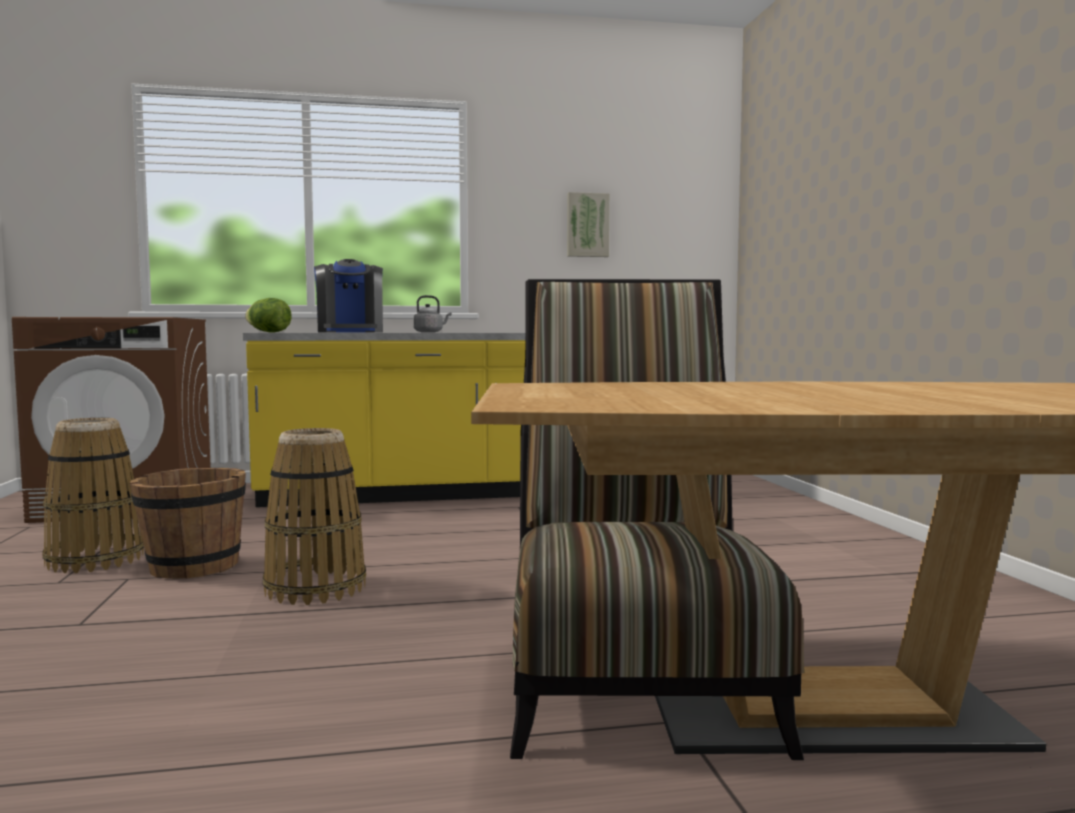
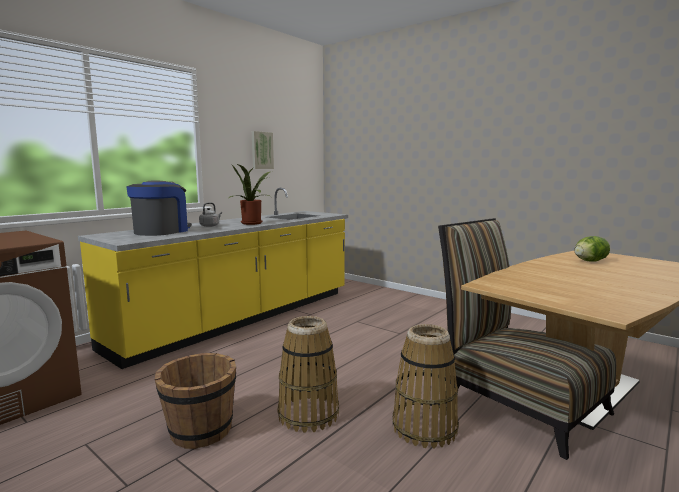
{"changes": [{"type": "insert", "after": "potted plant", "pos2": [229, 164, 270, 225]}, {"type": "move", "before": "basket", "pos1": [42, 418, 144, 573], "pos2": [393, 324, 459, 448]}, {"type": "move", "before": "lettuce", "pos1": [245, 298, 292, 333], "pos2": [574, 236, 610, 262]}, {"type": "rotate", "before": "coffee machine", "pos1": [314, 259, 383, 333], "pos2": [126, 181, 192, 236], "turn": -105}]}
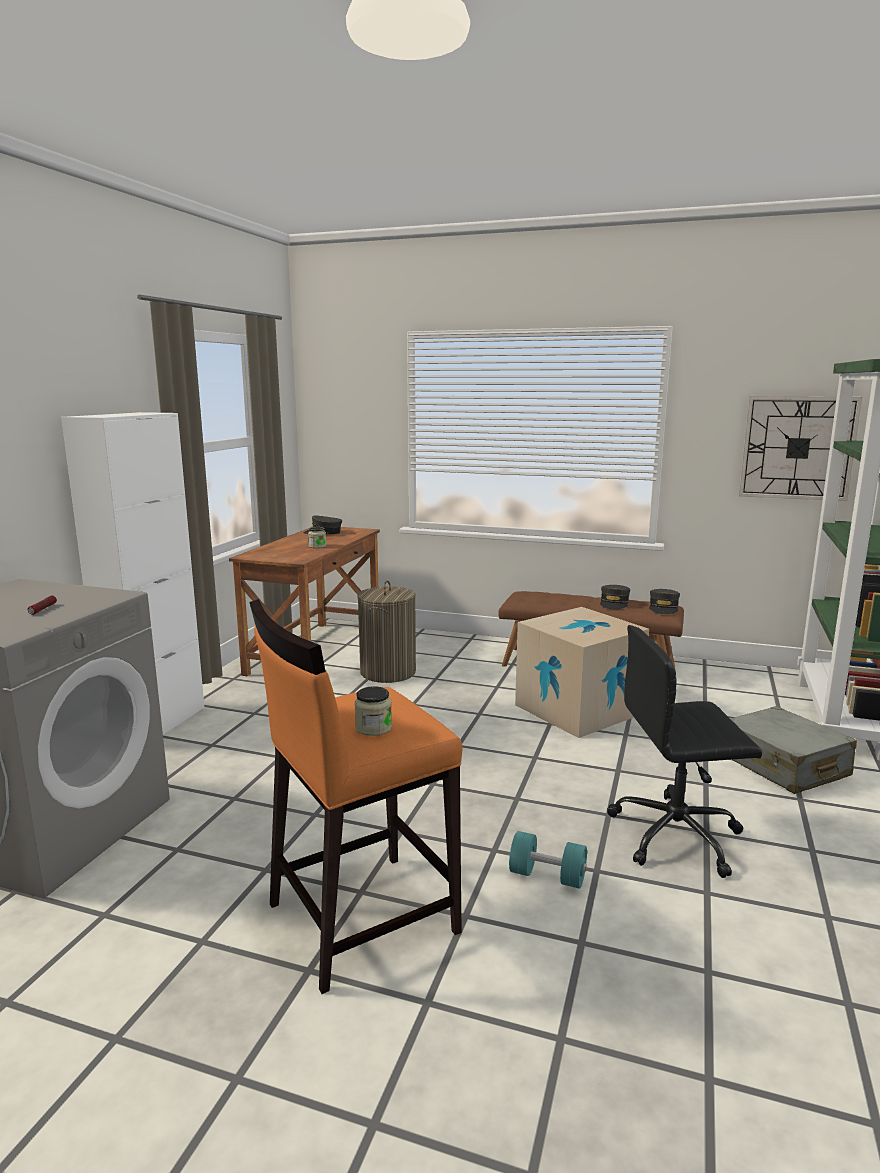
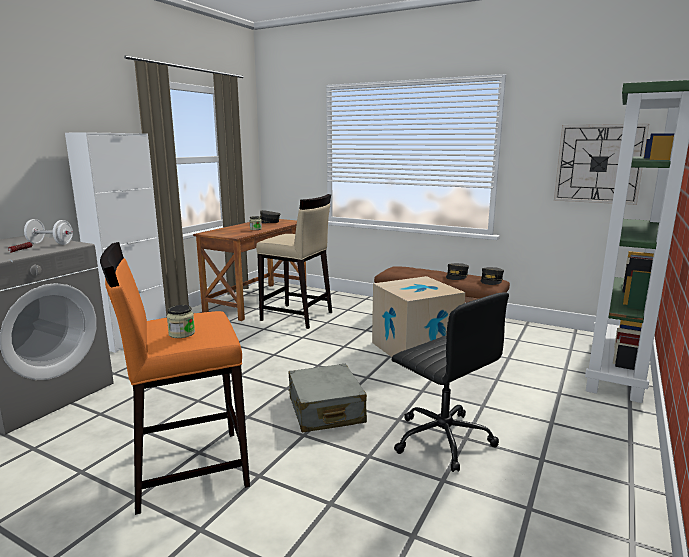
{"changes": [{"type": "delete", "before": "turquoise dumbbell", "pos1": [509, 831, 587, 889]}, {"type": "insert", "after": "white dumbbell", "pos2": [24, 219, 73, 245]}, {"type": "move", "before": "grey suitcase", "pos1": [731, 706, 857, 794], "pos2": [288, 364, 367, 433]}, {"type": "replace", "before": "laundry basket", "after": "beige stool", "pos1": [357, 580, 416, 683], "pos2": [256, 194, 332, 329]}, {"type": "rotate", "before": "black office chair", "pos1": [607, 625, 762, 878], "pos2": [392, 292, 509, 472], "turn": -135}]}
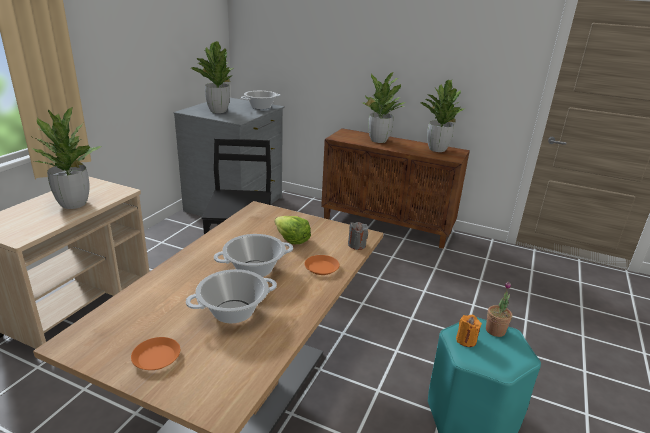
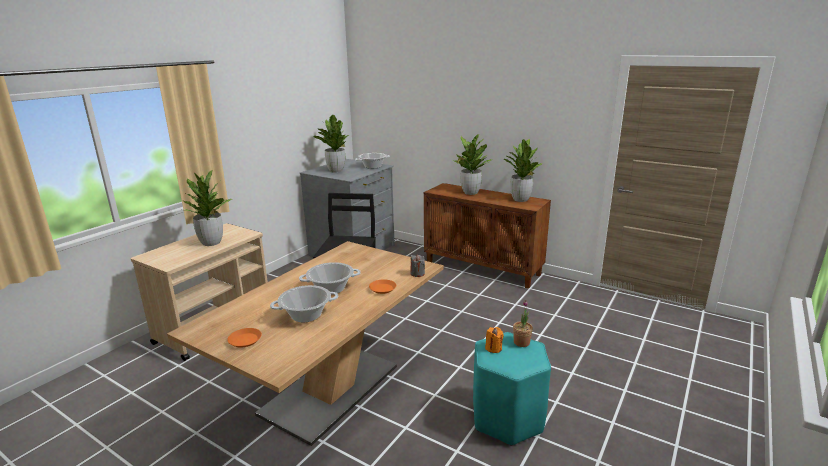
{"changes": [{"type": "delete", "before": "lettuce", "pos1": [275, 216, 311, 244]}]}
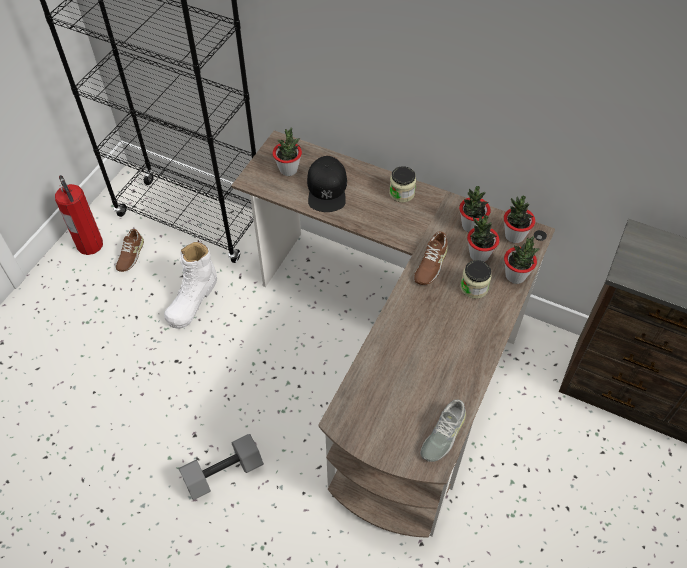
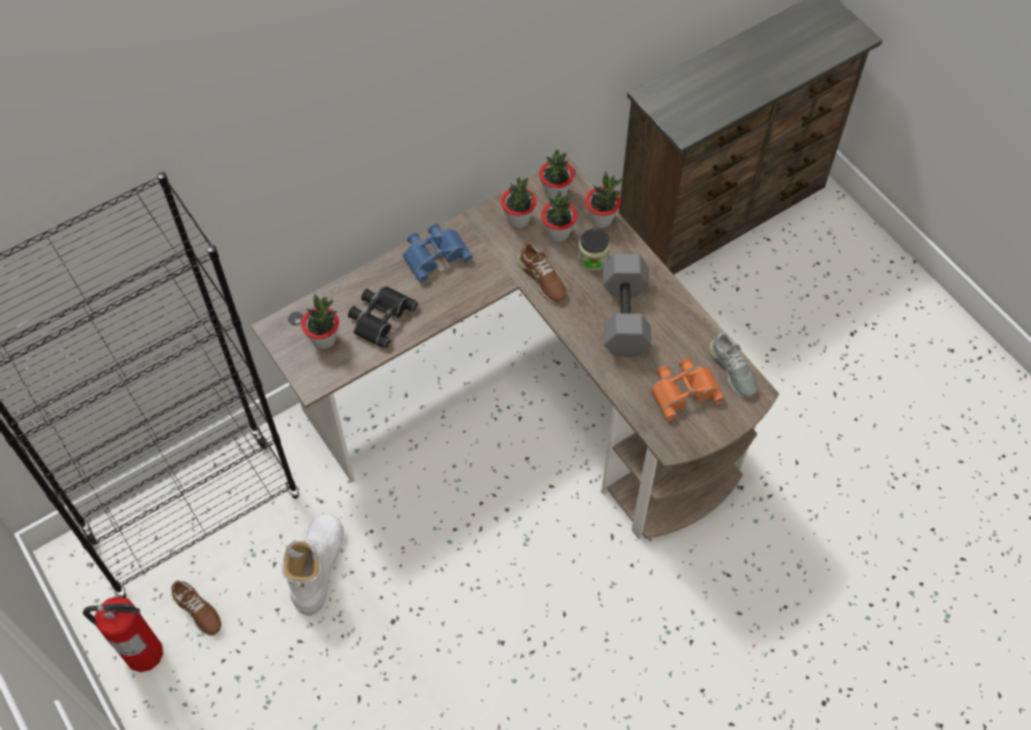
{"changes": [{"type": "insert", "after": "orange binoculars", "pos2": [650, 358, 725, 421]}, {"type": "move", "before": "grey dumbbell", "pos1": [179, 434, 264, 500], "pos2": [603, 254, 651, 357]}, {"type": "replace", "before": "black cap", "after": "black binoculars", "pos1": [307, 156, 347, 212], "pos2": [348, 286, 418, 349]}, {"type": "replace", "before": "jar", "after": "blue binoculars", "pos1": [389, 166, 416, 202], "pos2": [403, 224, 473, 283]}, {"type": "rotate", "before": "white boot", "pos1": [164, 240, 217, 329], "pos2": [281, 514, 344, 616], "turn": -135}]}
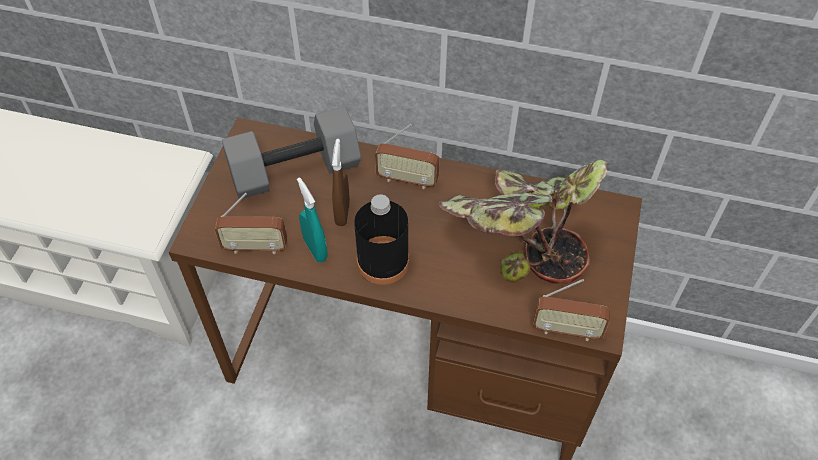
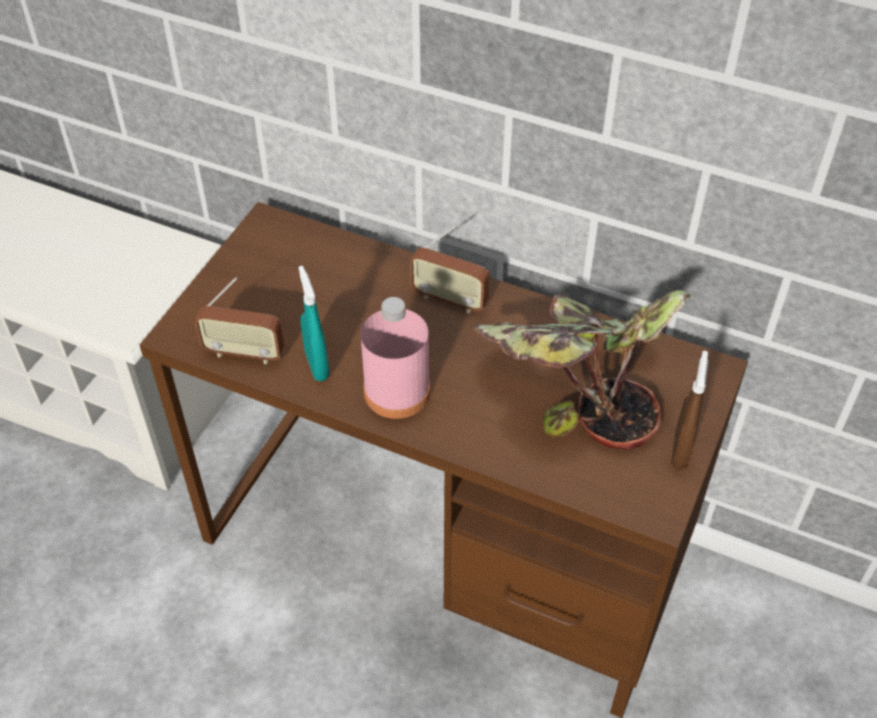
{"changes": [{"type": "delete", "before": "grey dumbbell", "pos1": [222, 106, 361, 198]}, {"type": "delete", "before": "radio", "pos1": [533, 279, 610, 341]}, {"type": "move", "before": "brown spray bottle", "pos1": [332, 139, 350, 226], "pos2": [671, 351, 708, 469]}, {"type": "recolor", "before": "black bottle", "after": "pink bottle", "pos1": [354, 194, 409, 285], "pos2": [361, 297, 430, 419]}]}
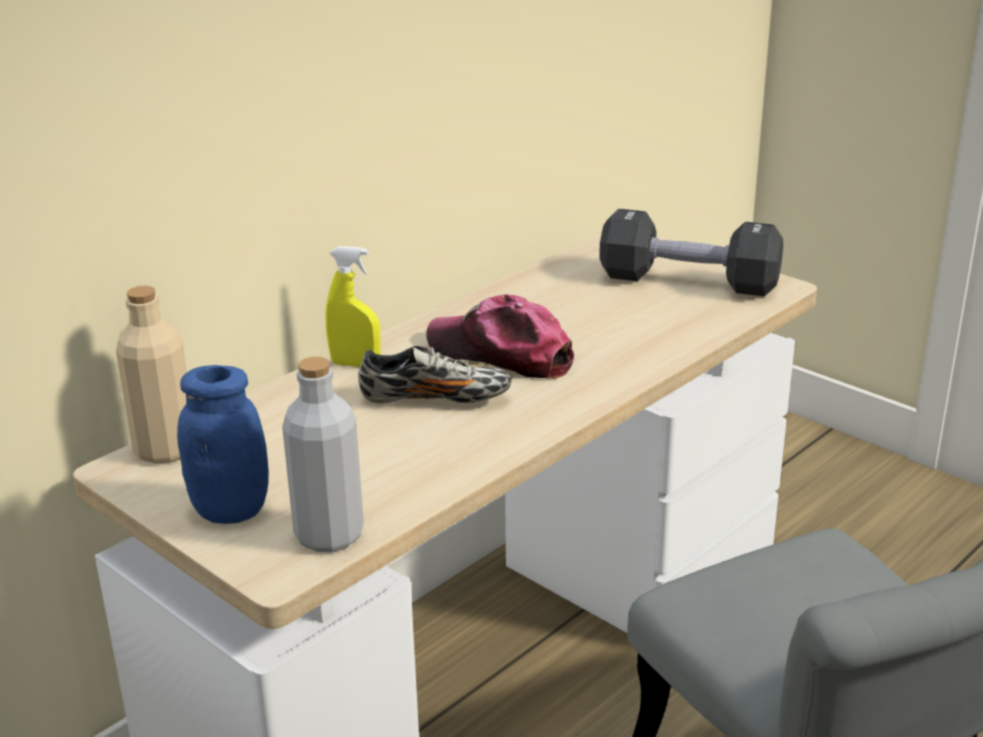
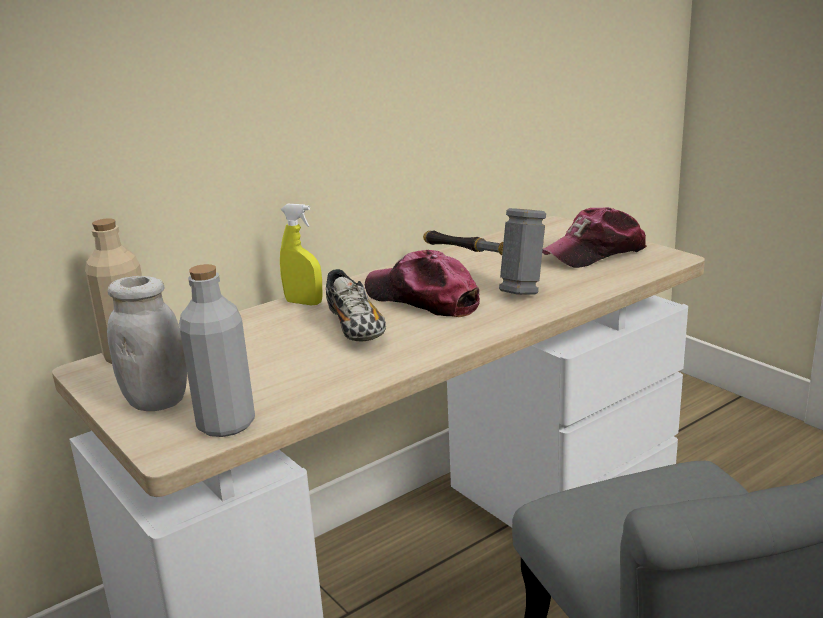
{"changes": [{"type": "insert", "after": "hammer", "pos2": [423, 208, 546, 295]}, {"type": "replace", "before": "black dumbbell", "after": "cap", "pos1": [599, 209, 783, 296], "pos2": [542, 207, 647, 268]}, {"type": "recolor", "before": "blue jar", "after": "white jar", "pos1": [177, 365, 269, 524], "pos2": [107, 276, 187, 411]}, {"type": "rotate", "before": "shoe", "pos1": [358, 346, 511, 403], "pos2": [326, 269, 386, 341], "turn": 60}]}
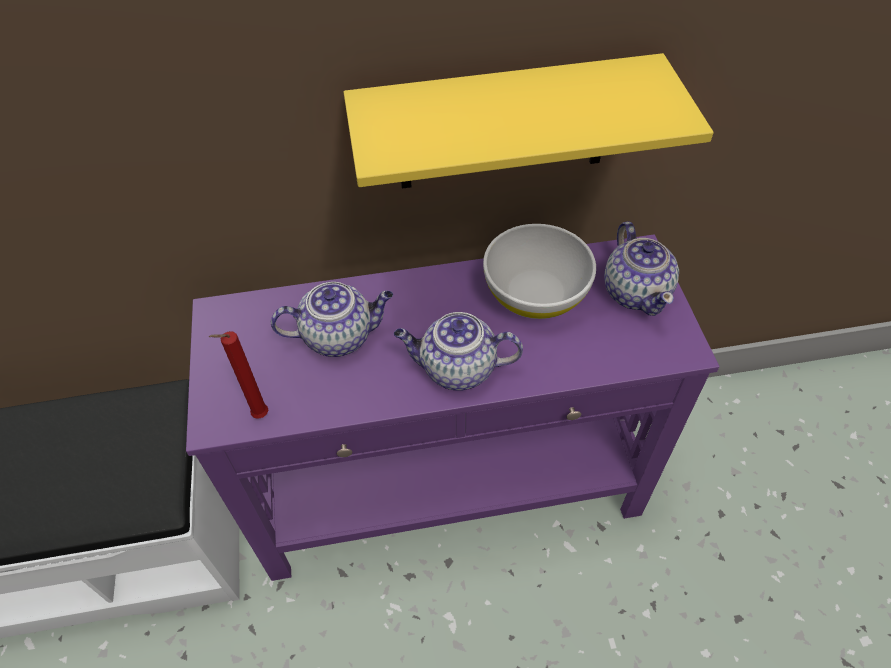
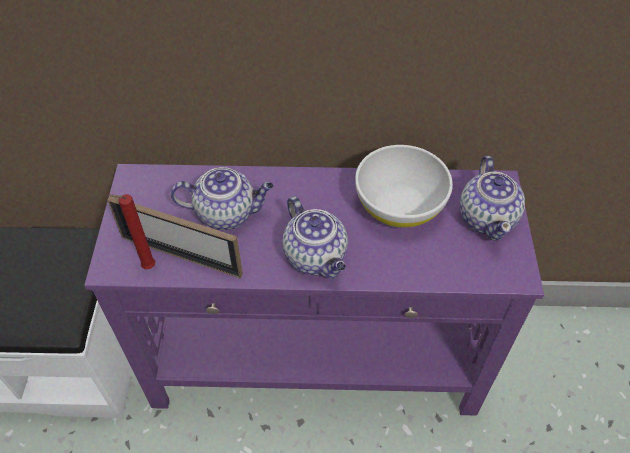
{"changes": [{"type": "delete", "before": "yellow shelf", "pos1": [344, 53, 713, 189]}, {"type": "insert", "after": "picture frame", "pos2": [107, 196, 243, 278]}, {"type": "rotate", "before": "teapot", "pos1": [394, 312, 523, 390], "pos2": [282, 196, 348, 279], "turn": -135}]}
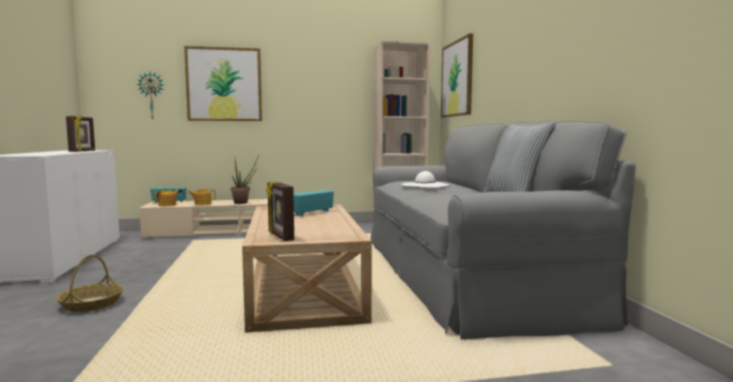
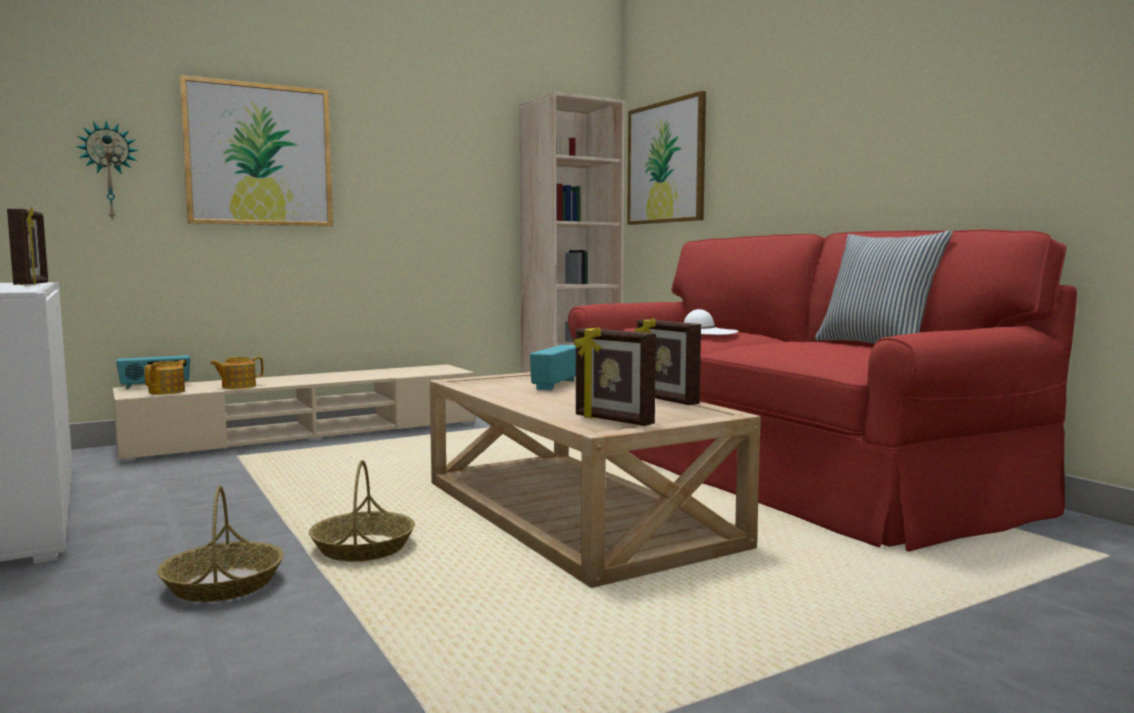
{"changes": [{"type": "delete", "before": "potted plant", "pos1": [231, 155, 259, 204]}, {"type": "insert", "after": "basket", "pos2": [309, 460, 415, 561]}, {"type": "insert", "after": "picture frame", "pos2": [635, 318, 701, 405]}, {"type": "recolor", "before": "grey sofa", "after": "red sofa", "pos1": [370, 120, 636, 340], "pos2": [568, 229, 1077, 552]}]}
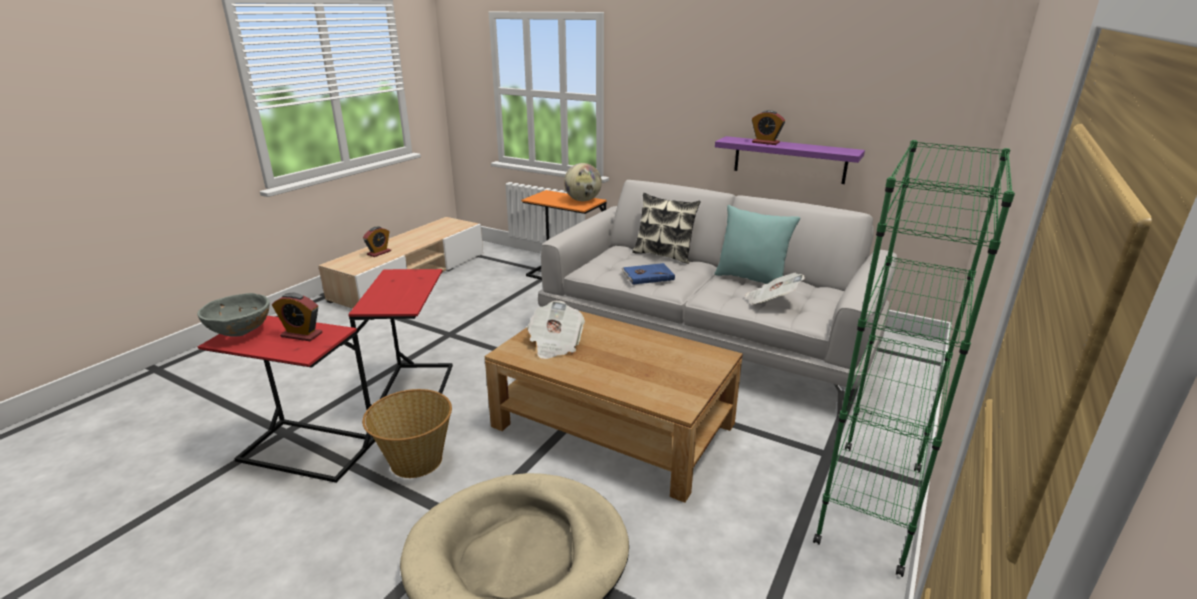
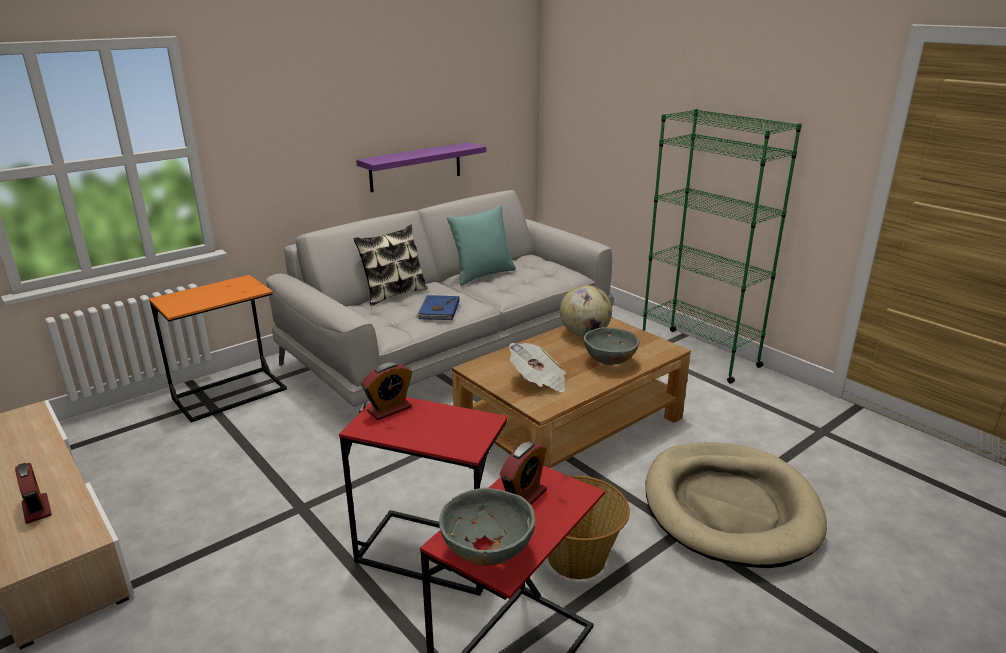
{"changes": [{"type": "delete", "before": "newspaper", "pos1": [745, 273, 805, 305]}, {"type": "insert", "after": "grey bowl", "pos2": [583, 327, 640, 365]}, {"type": "move", "before": "globe", "pos1": [564, 163, 602, 201], "pos2": [560, 285, 612, 337]}, {"type": "move", "before": "alarm clock", "pos1": [752, 110, 785, 145], "pos2": [361, 362, 412, 420]}]}
